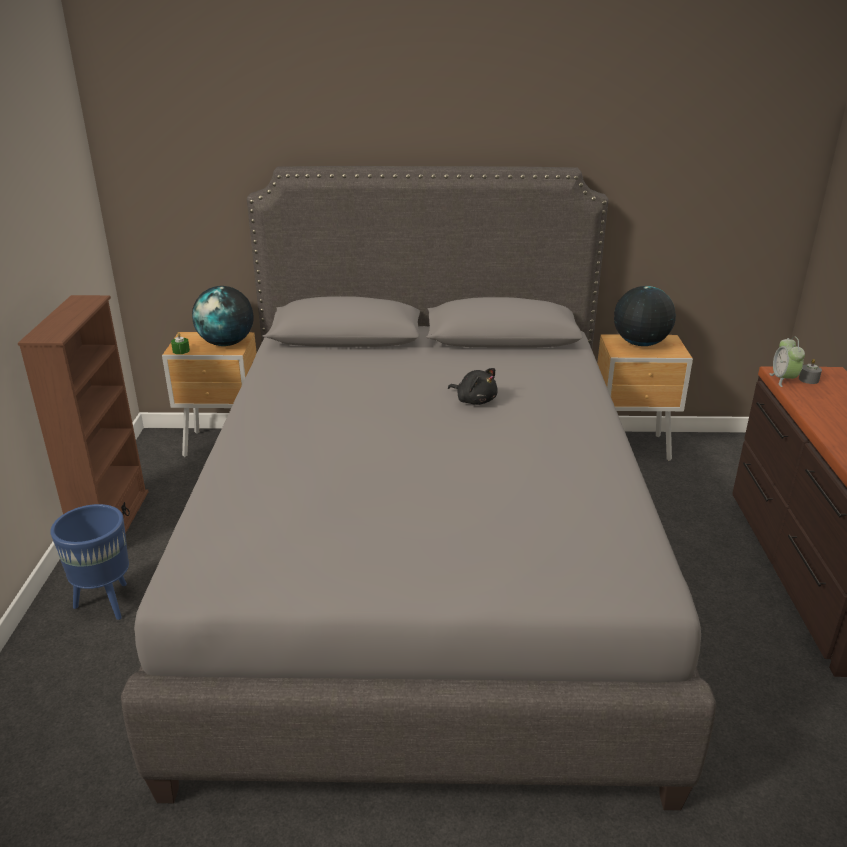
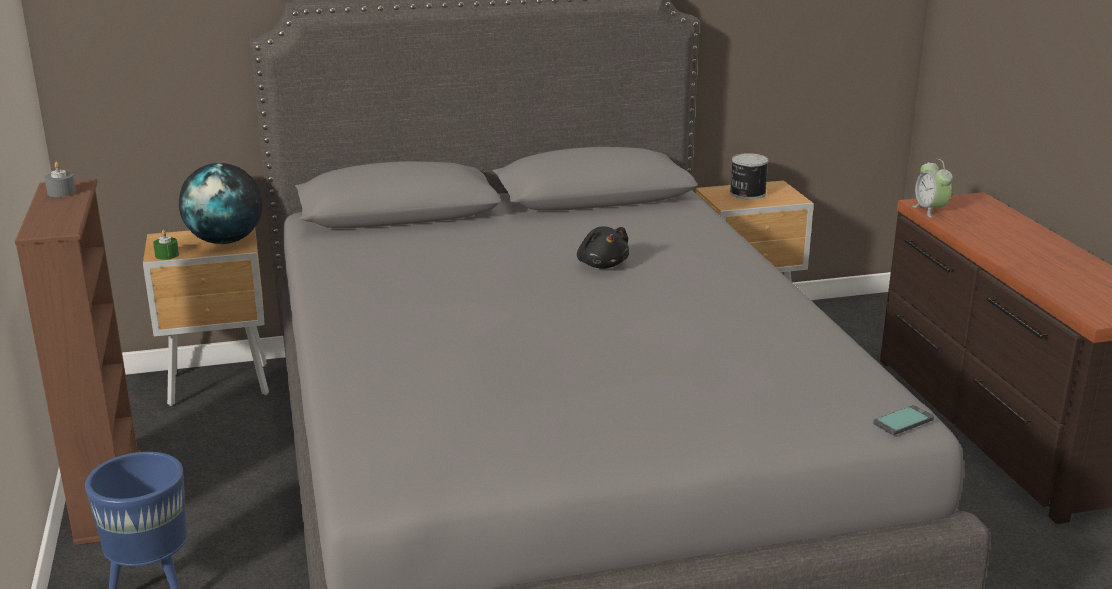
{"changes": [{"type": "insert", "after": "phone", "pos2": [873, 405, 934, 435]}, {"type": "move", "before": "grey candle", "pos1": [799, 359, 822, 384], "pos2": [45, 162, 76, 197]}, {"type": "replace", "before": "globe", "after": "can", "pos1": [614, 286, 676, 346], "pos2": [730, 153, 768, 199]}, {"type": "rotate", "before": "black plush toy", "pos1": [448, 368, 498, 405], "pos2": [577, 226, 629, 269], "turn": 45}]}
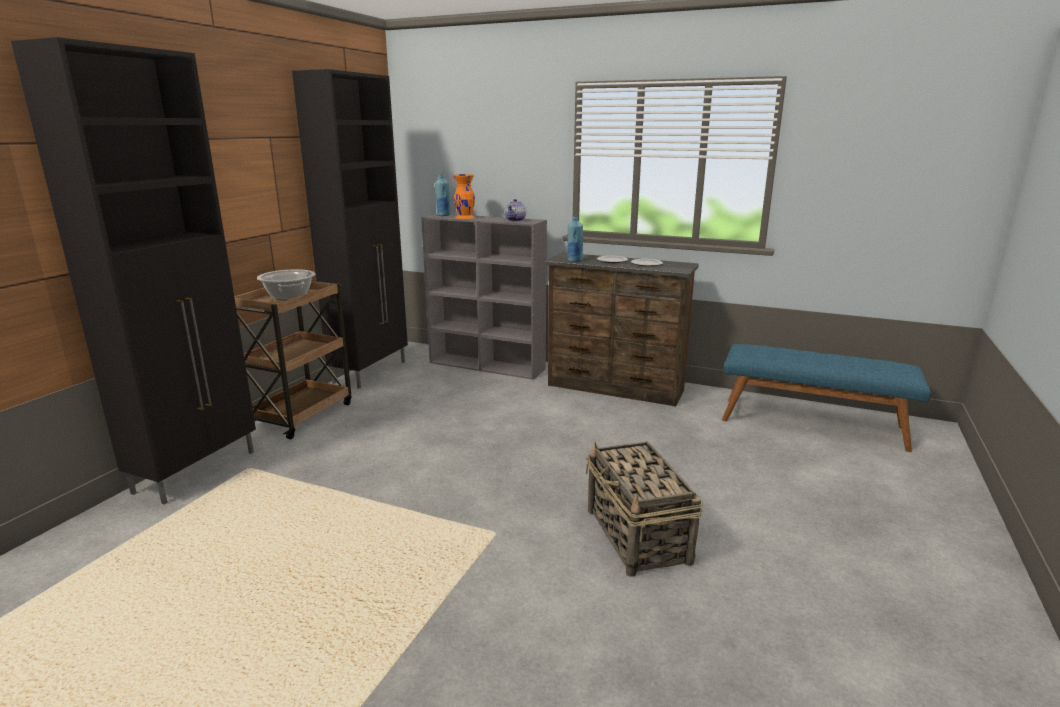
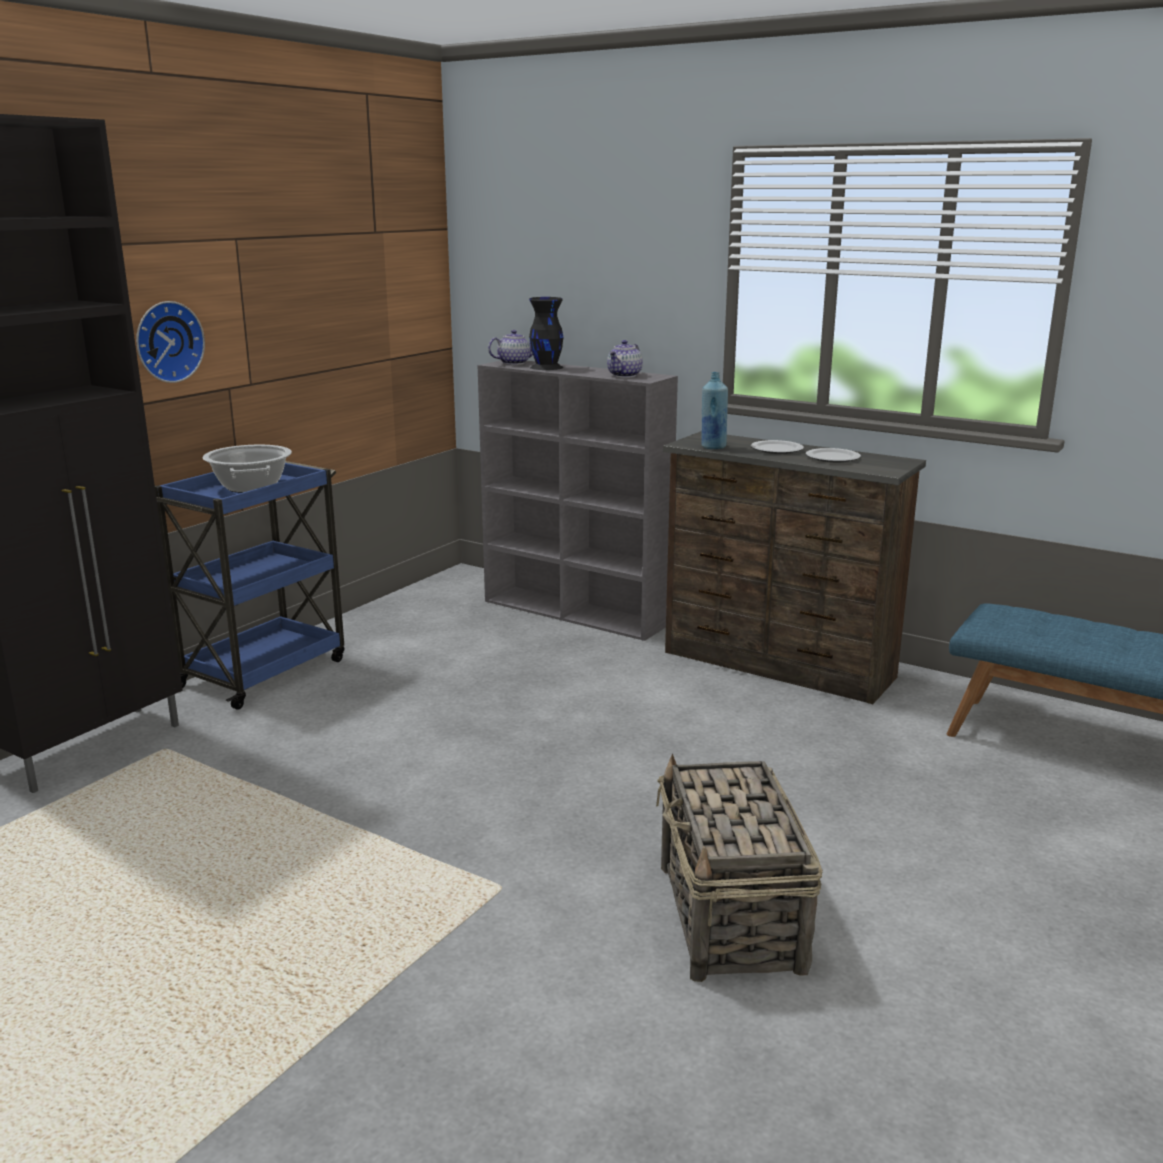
{"changes": [{"type": "delete", "before": "black cabinet", "pos1": [292, 69, 408, 389]}, {"type": "insert", "after": "wall clock", "pos2": [136, 301, 205, 383]}, {"type": "replace", "before": "blue bottle", "after": "teapot", "pos1": [435, 174, 450, 216], "pos2": [488, 330, 533, 365]}, {"type": "recolor", "before": "brown cart", "after": "blue cart", "pos1": [234, 281, 351, 439], "pos2": [155, 461, 345, 710]}, {"type": "recolor", "before": "orange vase", "after": "black vase", "pos1": [454, 174, 475, 219], "pos2": [529, 297, 563, 370]}]}
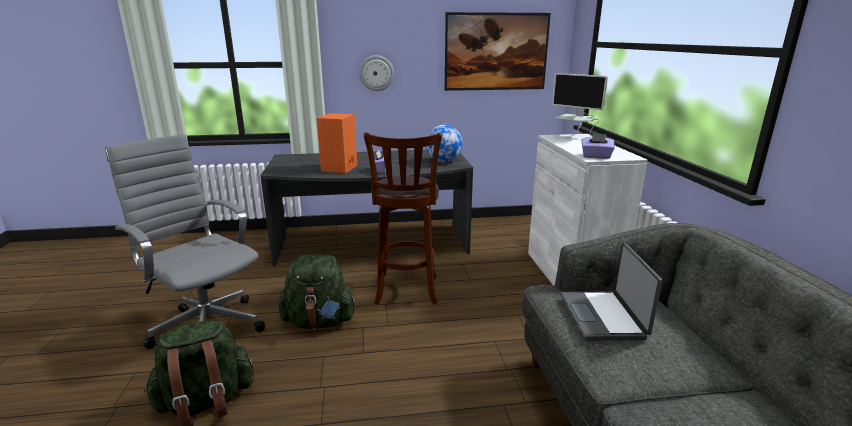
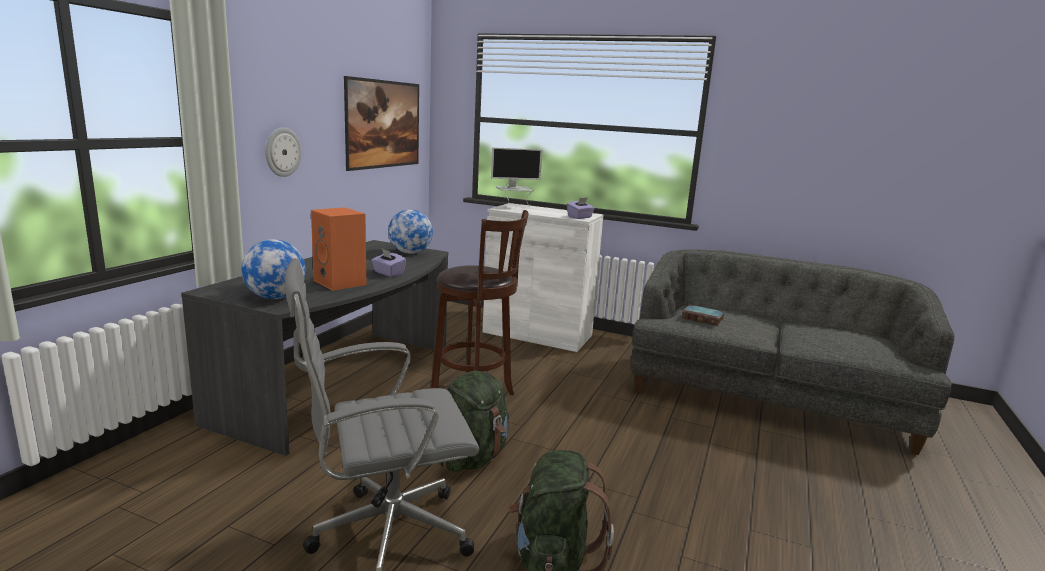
{"changes": [{"type": "insert", "after": "globe", "pos2": [241, 239, 306, 299]}, {"type": "replace", "before": "laptop", "after": "book", "pos1": [560, 243, 662, 341], "pos2": [682, 305, 725, 326]}]}
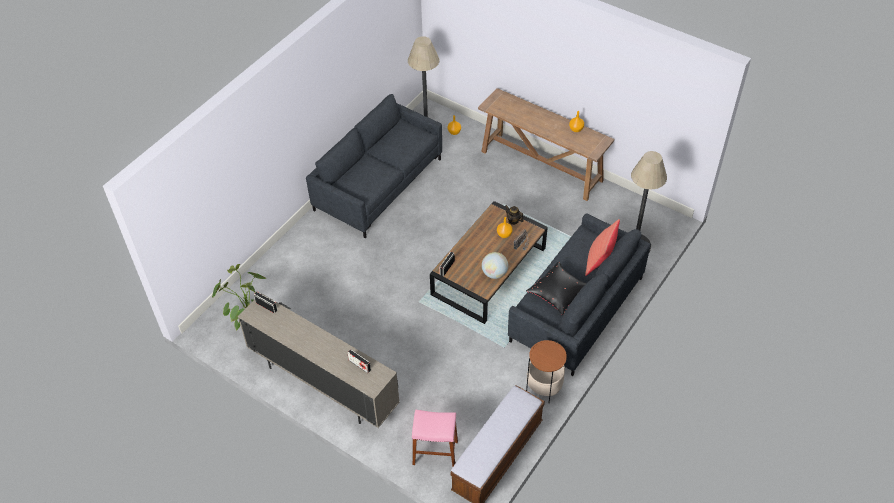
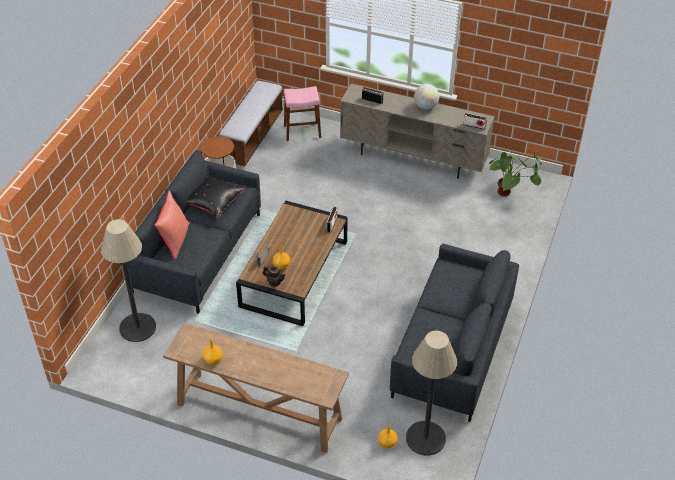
{"changes": [{"type": "move", "before": "globe", "pos1": [482, 252, 508, 279], "pos2": [414, 84, 439, 110]}]}
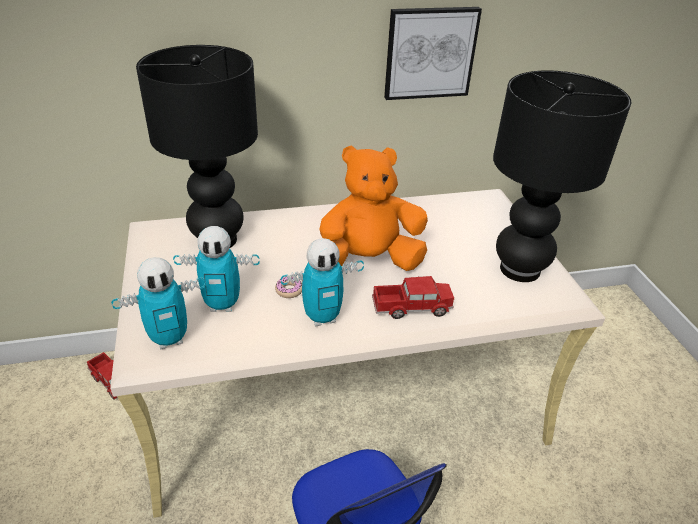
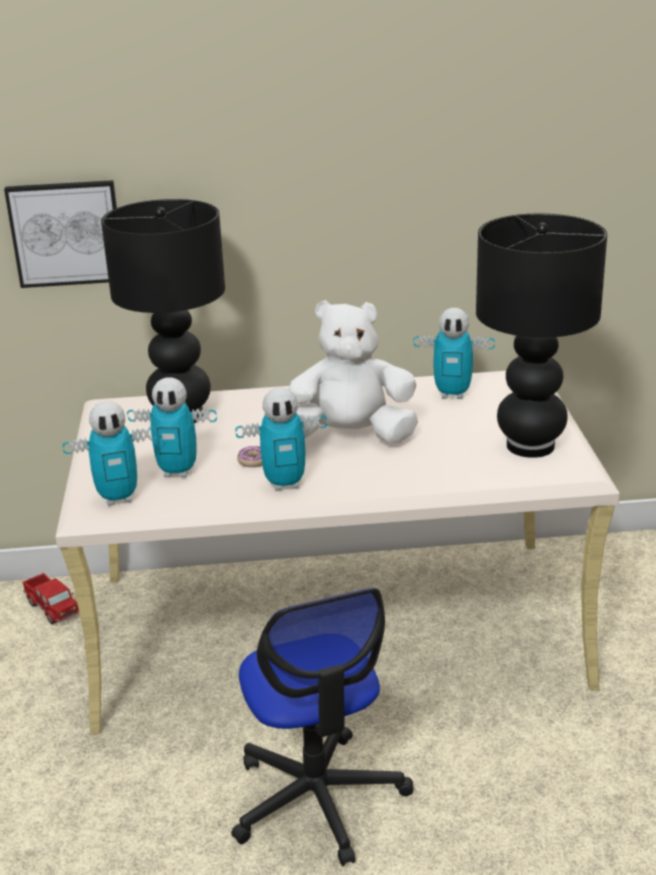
{"changes": [{"type": "delete", "before": "toy truck", "pos1": [372, 276, 454, 319]}, {"type": "insert", "after": "toy robot", "pos2": [413, 308, 495, 399]}, {"type": "move", "before": "picture", "pos1": [384, 7, 482, 100], "pos2": [4, 180, 117, 288]}, {"type": "recolor", "before": "orange plush toy", "after": "white plush toy", "pos1": [319, 145, 428, 271], "pos2": [288, 300, 418, 443]}]}
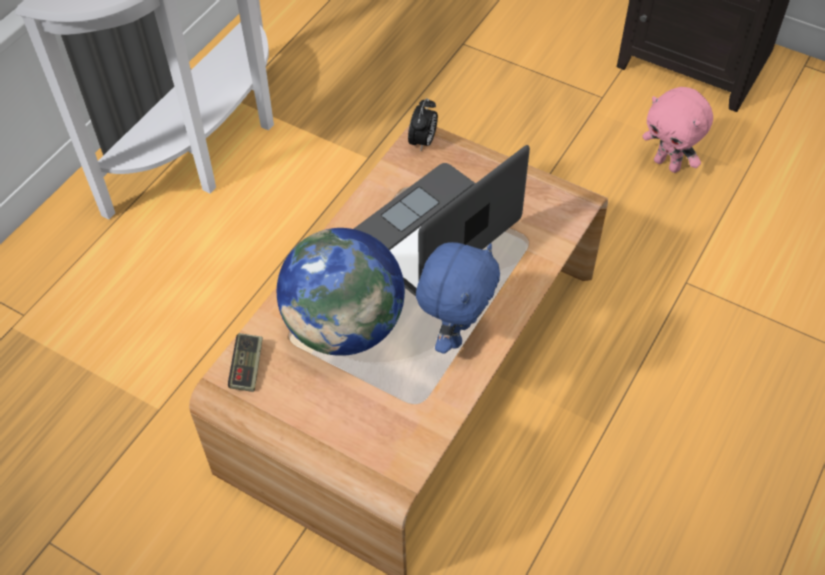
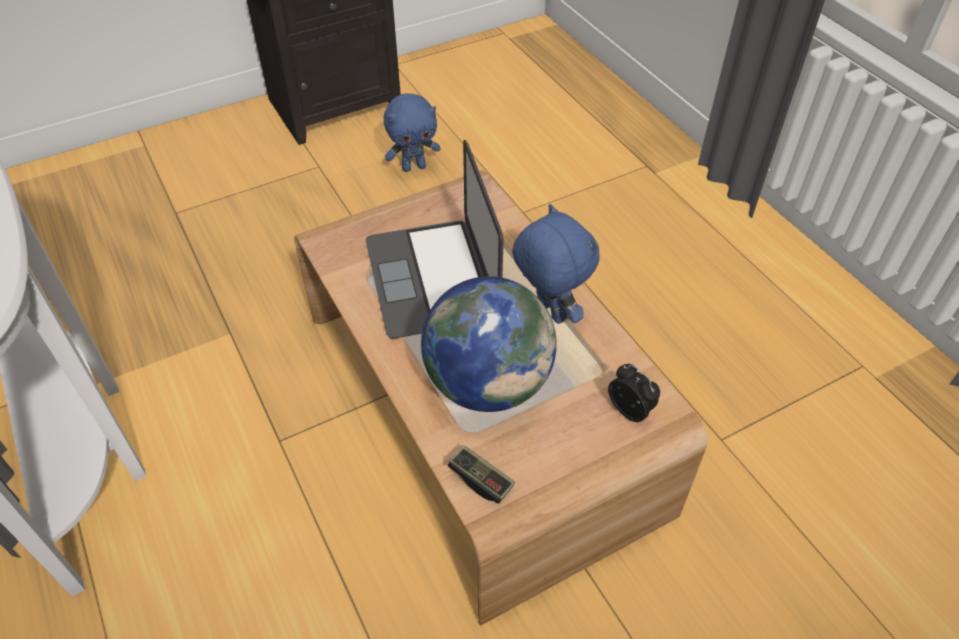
{"changes": [{"type": "move", "before": "alarm clock", "pos1": [408, 98, 438, 150], "pos2": [608, 364, 660, 422]}, {"type": "recolor", "before": "pink plush toy", "after": "blue plush toy", "pos1": [642, 87, 713, 173], "pos2": [384, 94, 441, 172]}]}
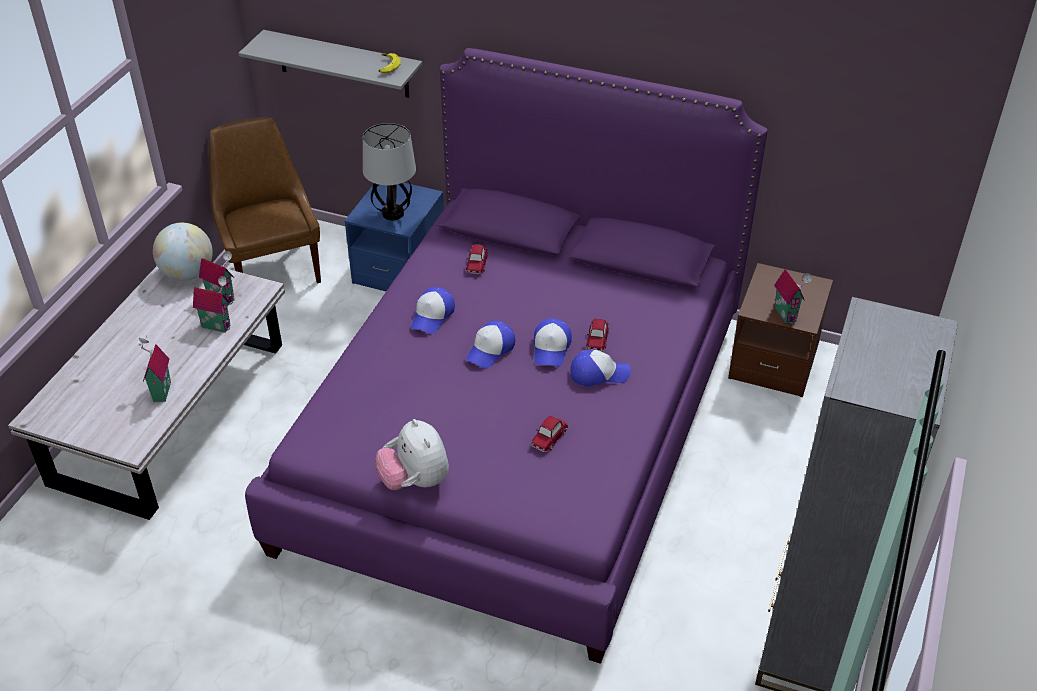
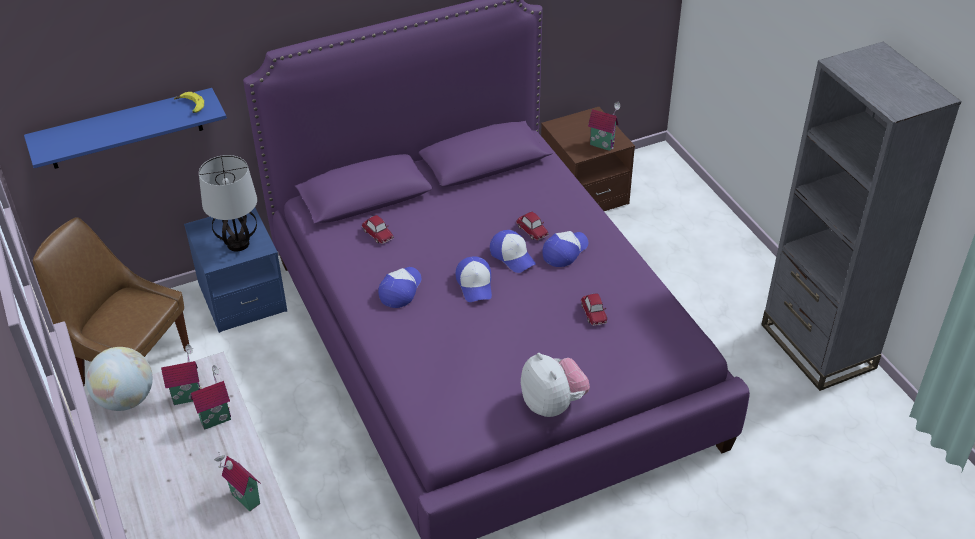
{"changes": [{"type": "recolor", "before": "grey shelf", "after": "blue shelf", "pos1": [238, 30, 422, 98], "pos2": [24, 88, 227, 169]}, {"type": "rotate", "before": "plush toy", "pos1": [375, 419, 449, 490], "pos2": [521, 353, 590, 417], "turn": -135}, {"type": "rotate", "before": "cap", "pos1": [411, 287, 455, 334], "pos2": [378, 267, 421, 308], "turn": -135}]}
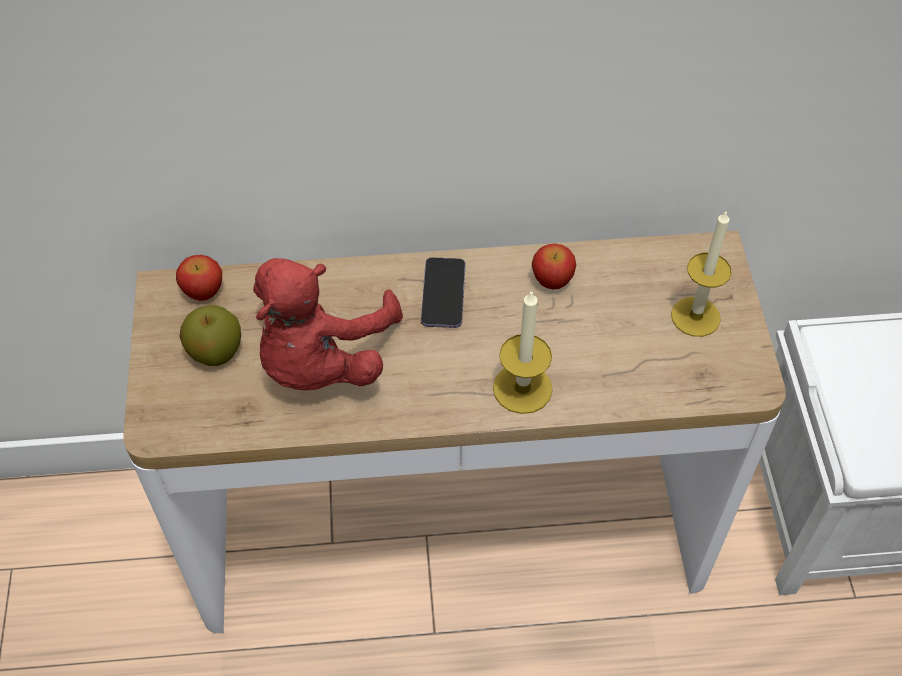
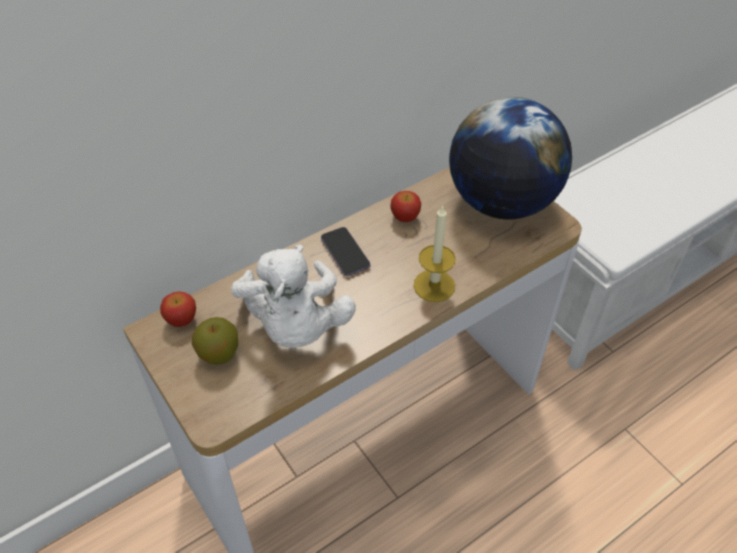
{"changes": [{"type": "replace", "before": "candle", "after": "globe", "pos1": [671, 210, 732, 337], "pos2": [449, 97, 572, 220]}, {"type": "recolor", "before": "red plush toy", "after": "white plush toy", "pos1": [253, 258, 403, 390], "pos2": [231, 244, 356, 348]}]}
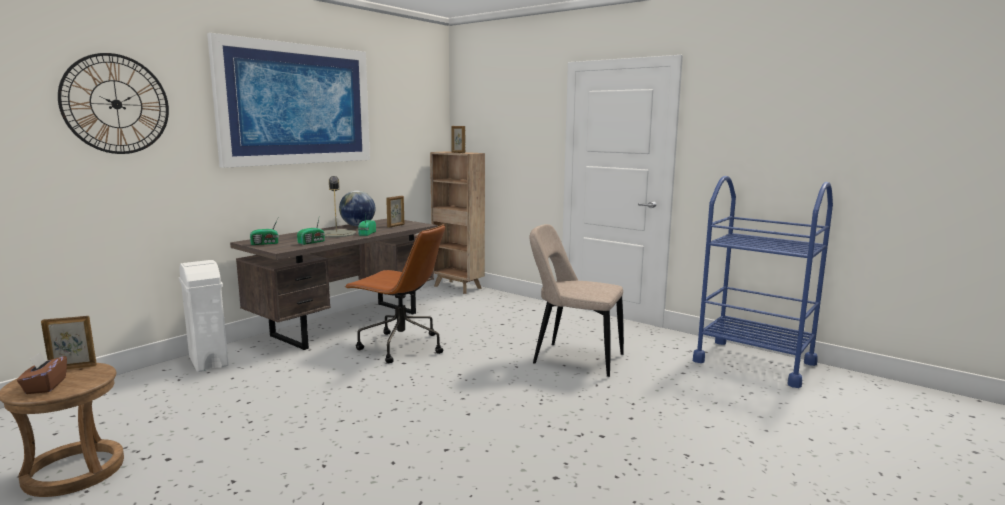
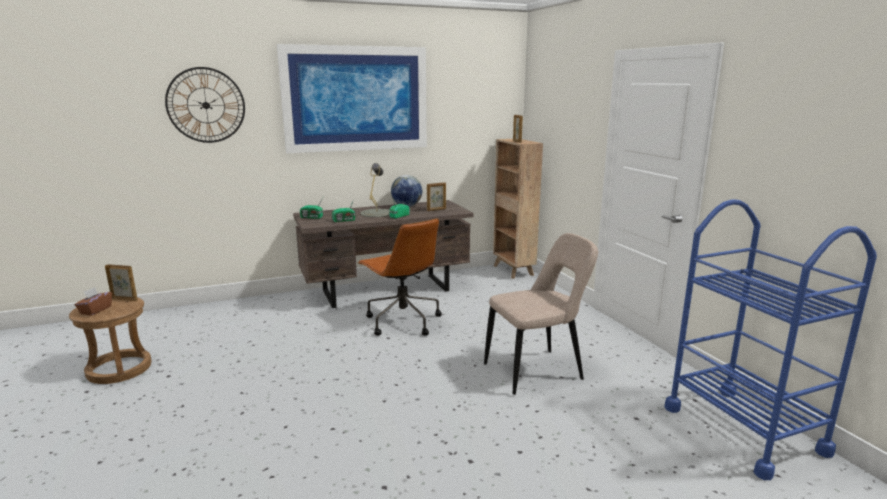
{"changes": [{"type": "delete", "before": "white trash can", "pos1": [179, 260, 229, 372]}, {"type": "rotate", "before": "beige chair", "pos1": [530, 224, 624, 377], "pos2": [484, 233, 598, 395], "turn": 105}]}
